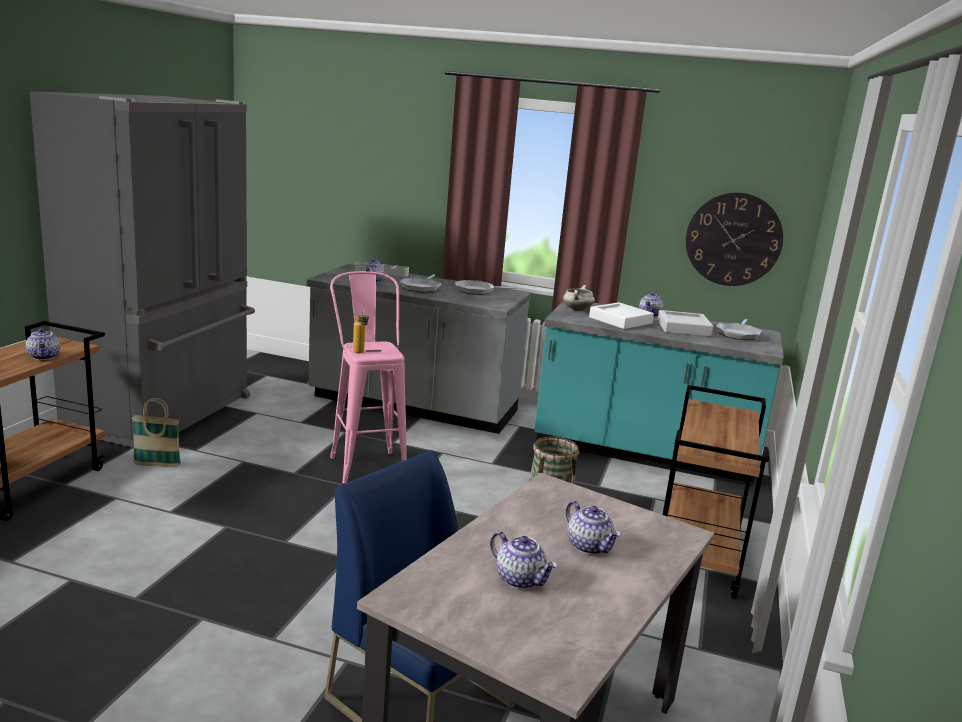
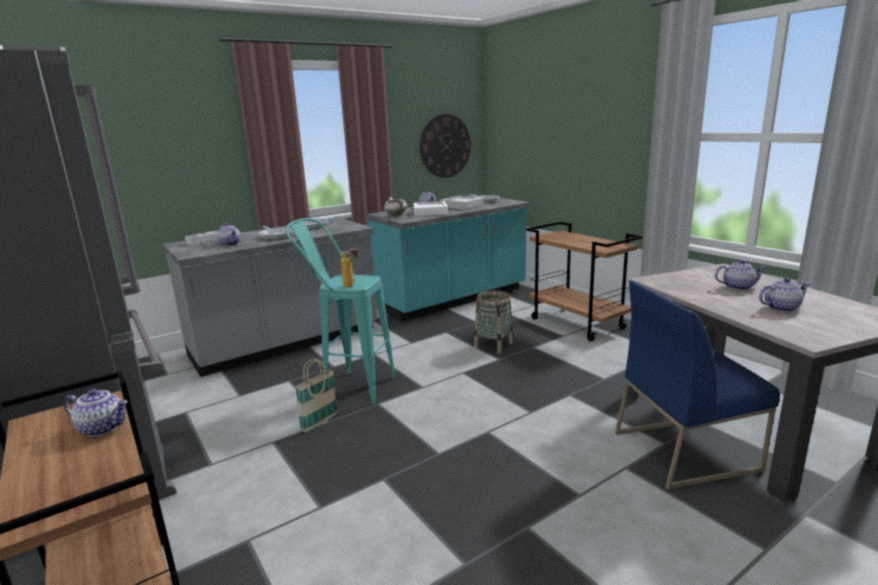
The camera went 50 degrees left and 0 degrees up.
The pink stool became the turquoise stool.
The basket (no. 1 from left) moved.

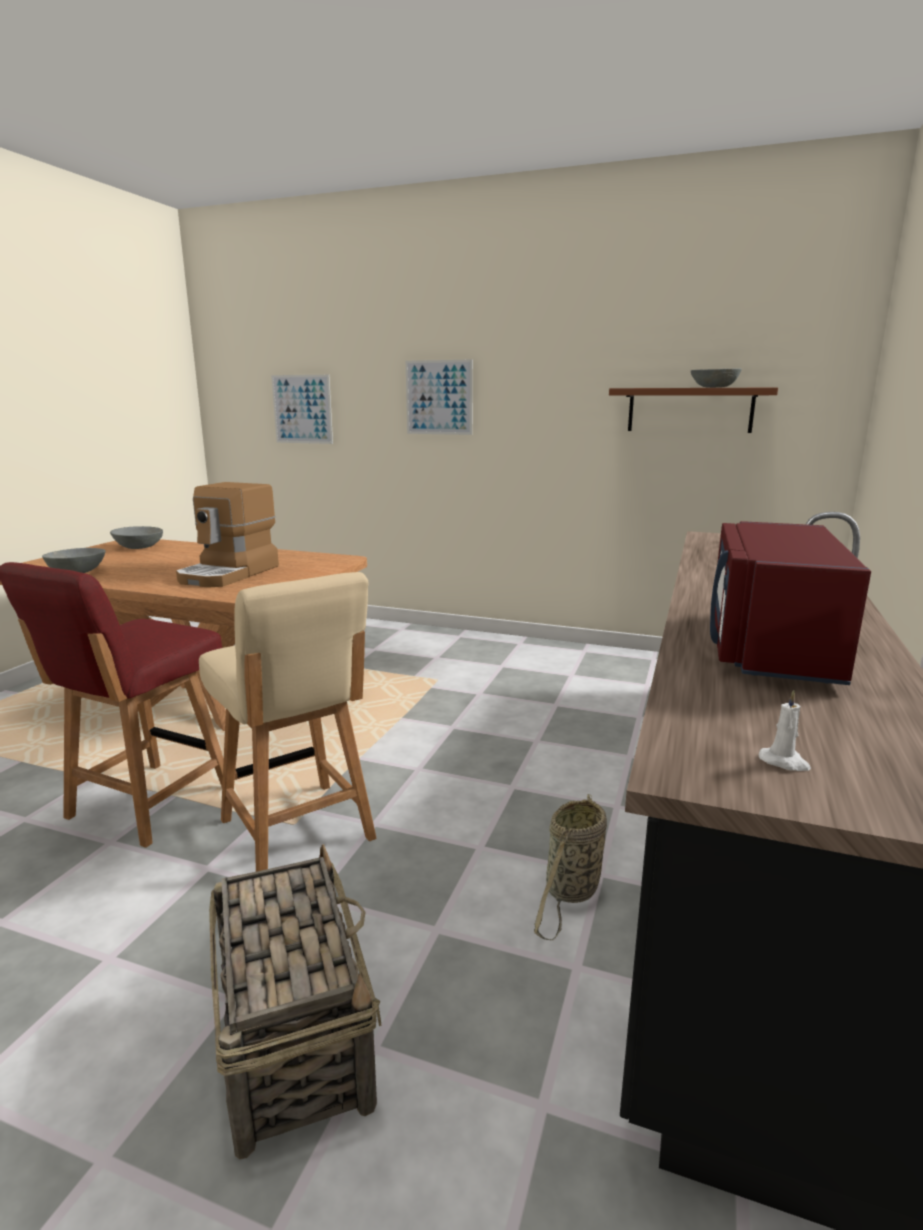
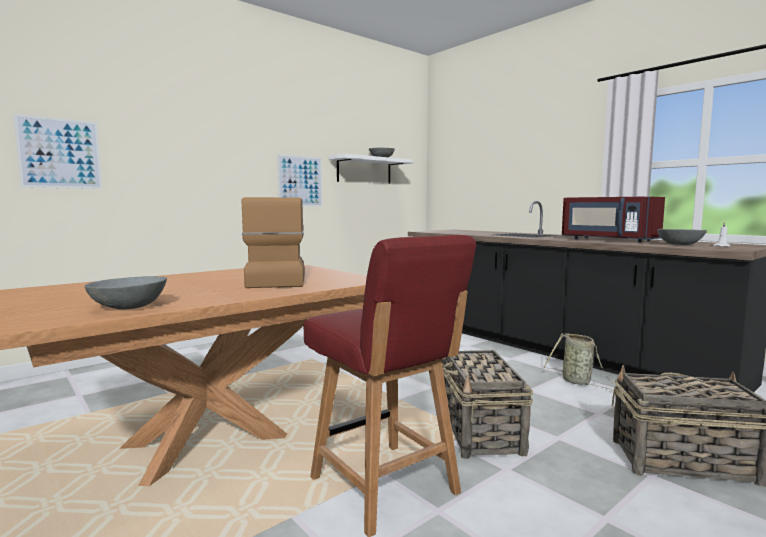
The camera went 60 degrees left and 10 degrees down.
The coffee machine turned 150 degrees counterclockwise.
The picture (no. 2 from left) moved.
The brown shelf became the white shelf.
The beige chair was replaced by the basket (no. 1 from left).
The grey bowl (no. 2 from left in the first image) moved.

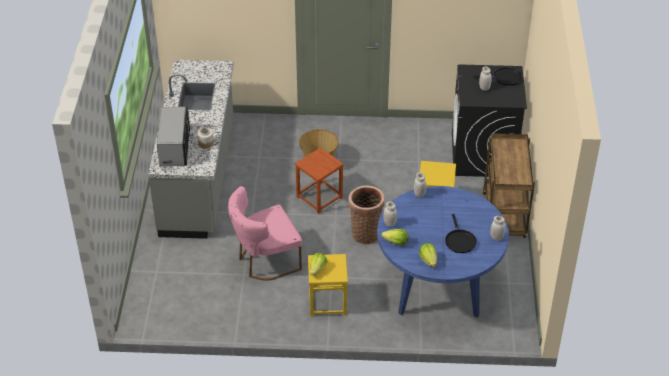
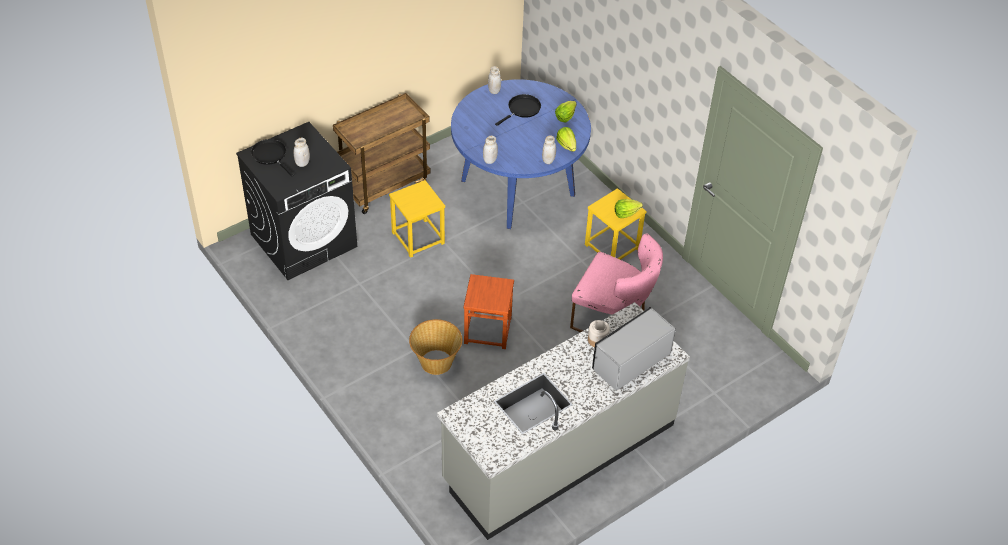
The camera went 130 degrees left and 5 degrees up.
The basket (no. 2 from left) disappeared.

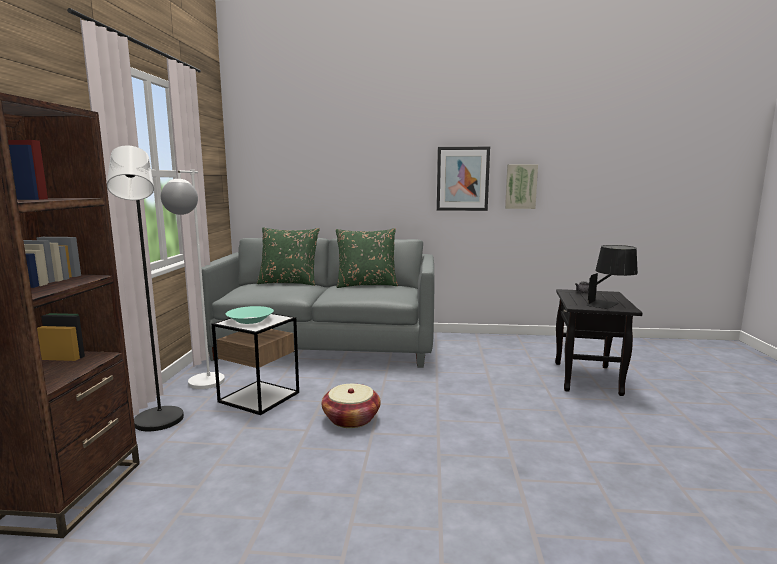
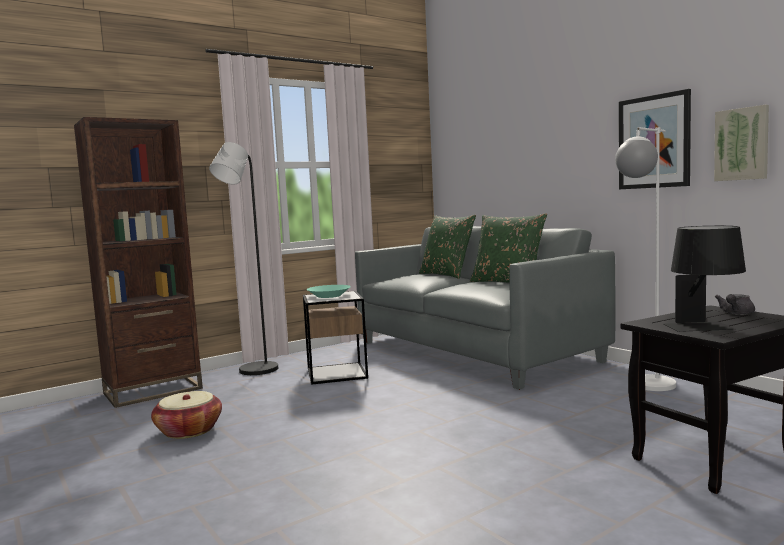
The camera went 50 degrees right and 5 degrees down.
The basket moved.
The white floor lamp moved.

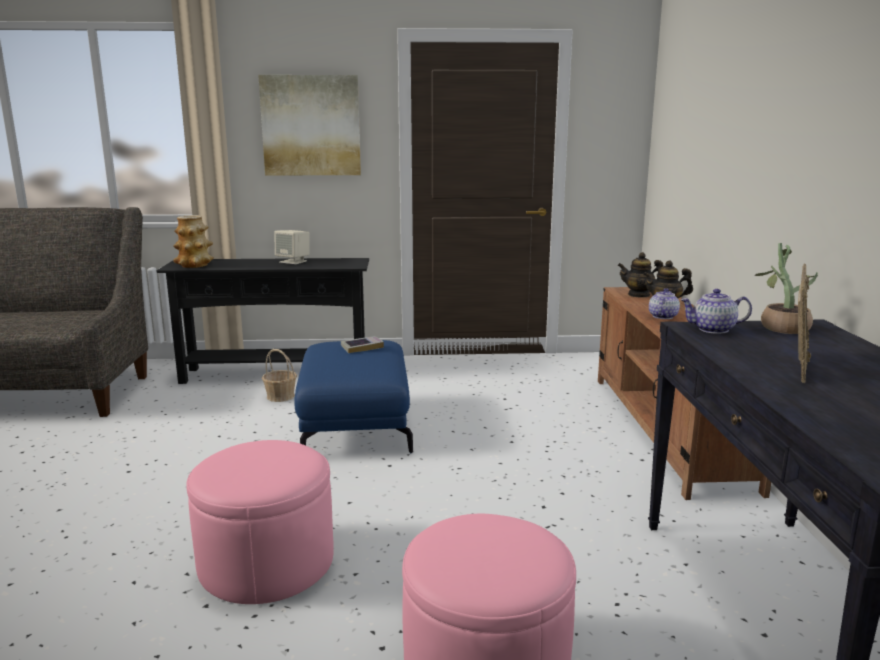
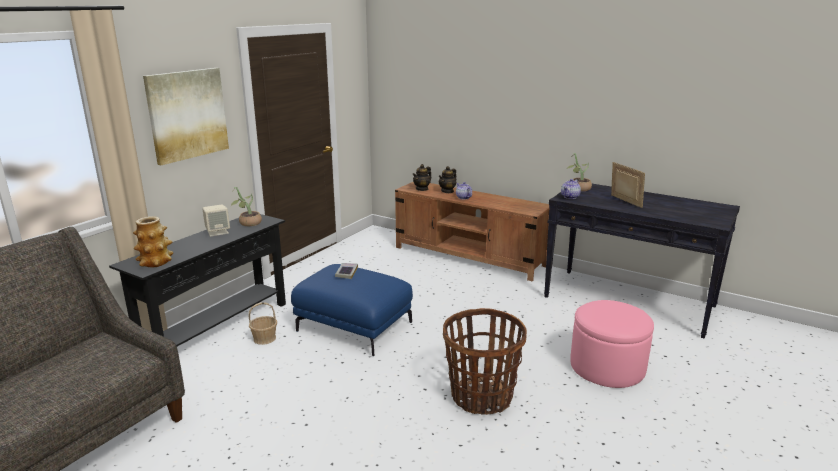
The camera went 55 degrees left and 5 degrees up.
The potted plant (no. 1 from left) appeared.
The pink ottoman (no. 1 from left) was replaced by the basket (no. 2 from left).

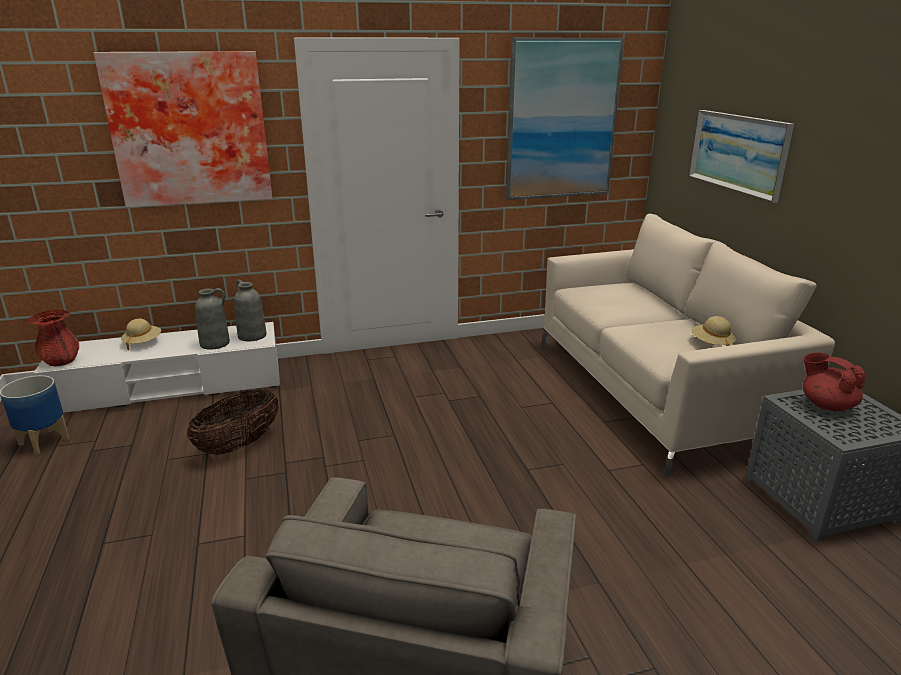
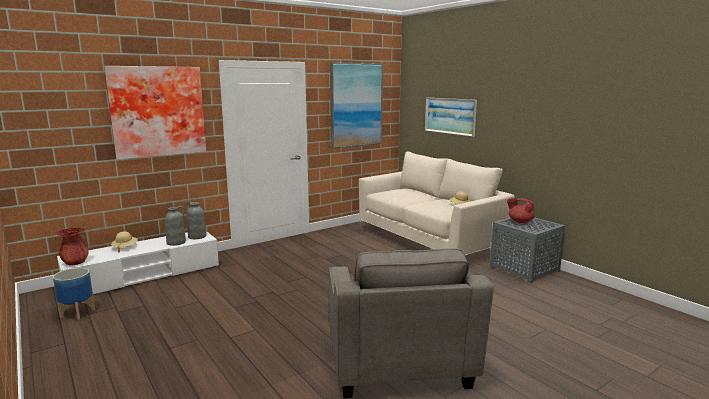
The camera went 20 degrees left and 10 degrees down.
The basket disappeared.

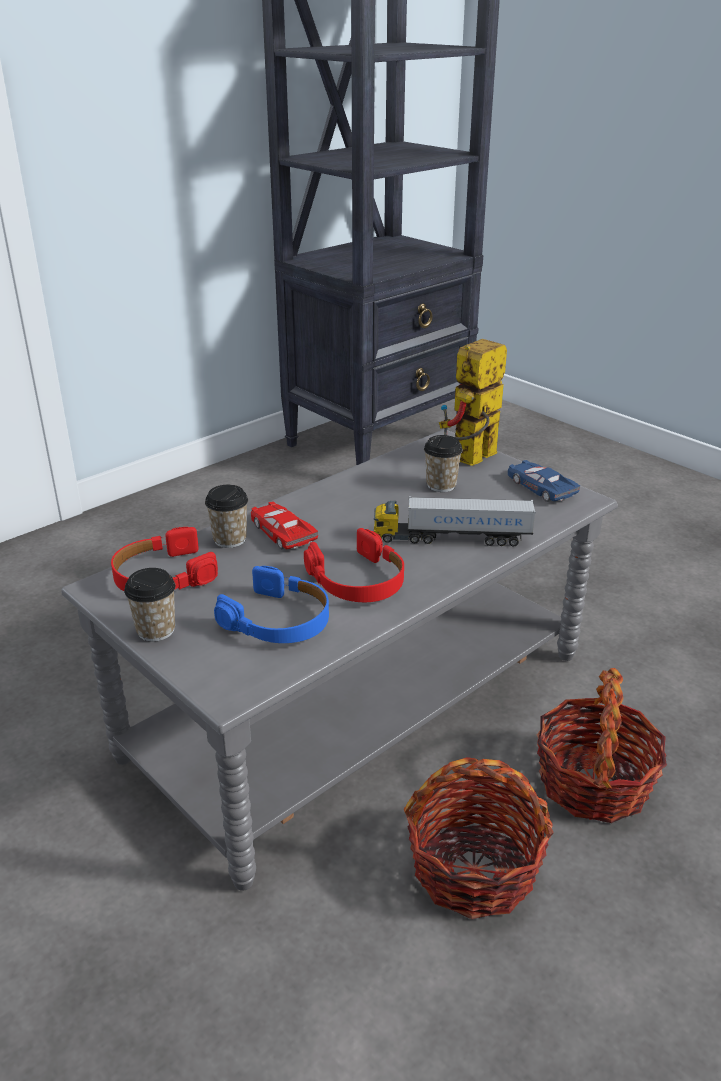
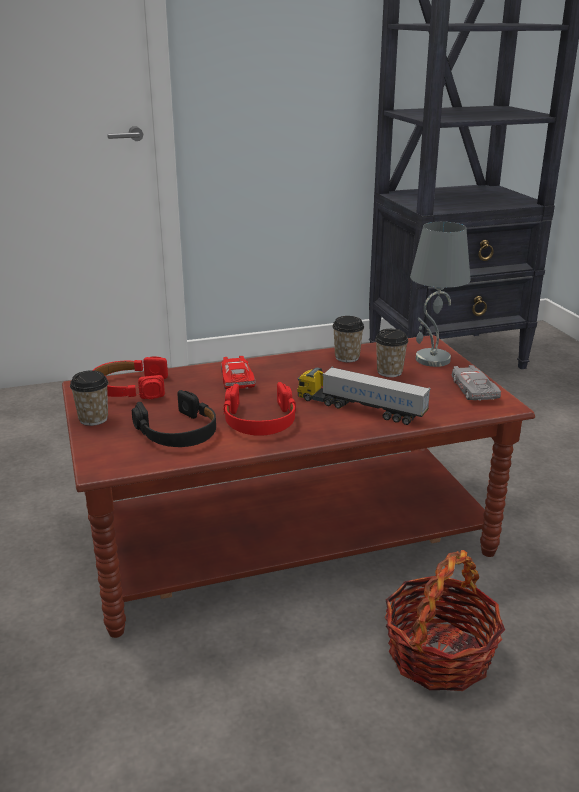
The camera went 25 degrees right and 5 degrees down.
The grey coffee table became the brown coffee table.
The blue headphones became the black headphones.
The cup (no. 2 from left) moved.
The toy robot was replaced by the grey table lamp.
The blue toy car became the grey toy car.
The basket (no. 1 from left) disappeared.

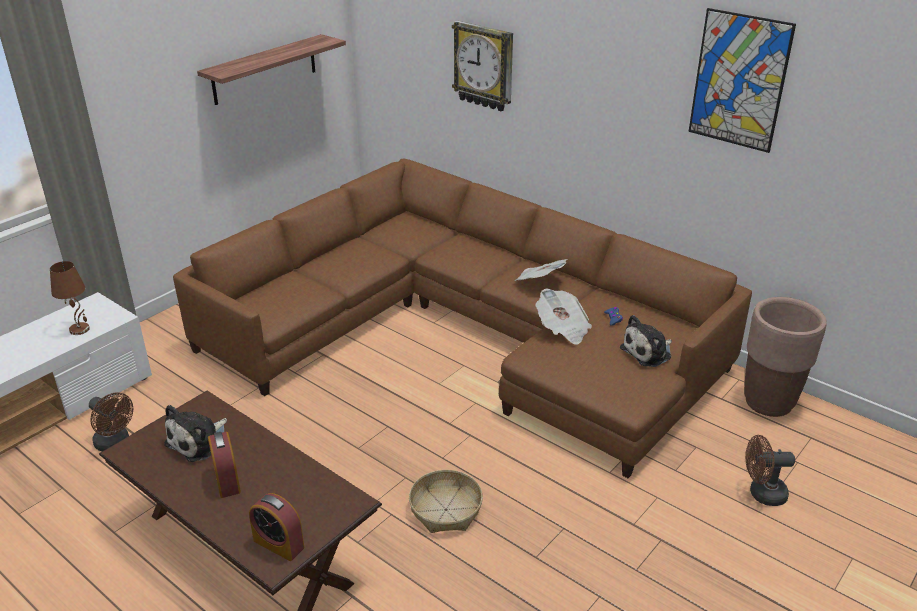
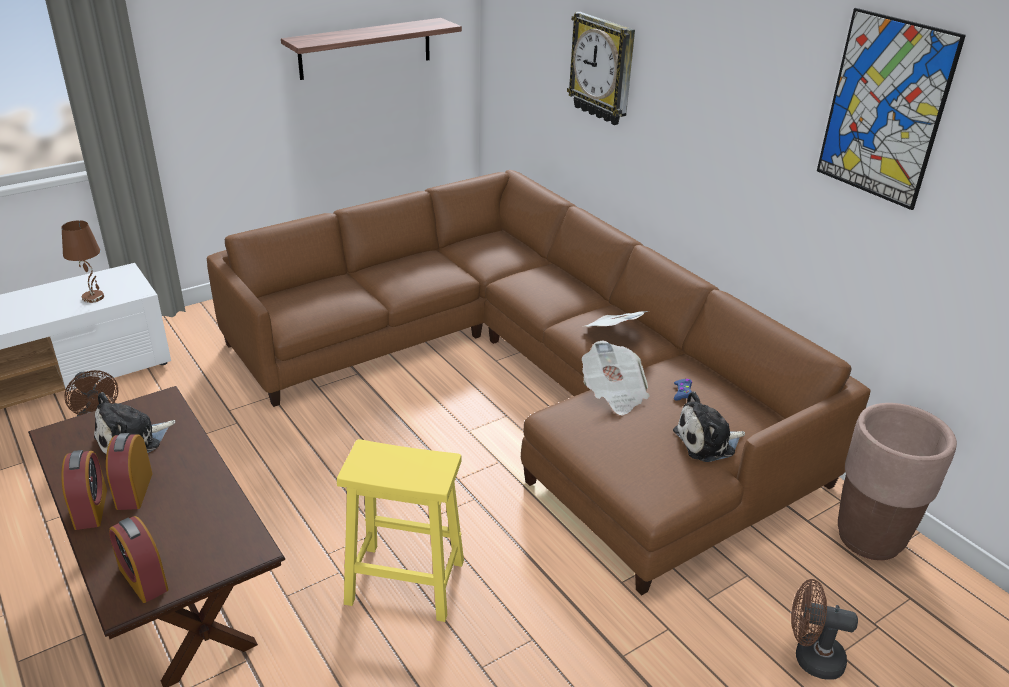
The camera went 15 degrees right and 0 degrees up.
The alarm clock (no. 1 from left) appeared.
The basket was replaced by the yellow stool.

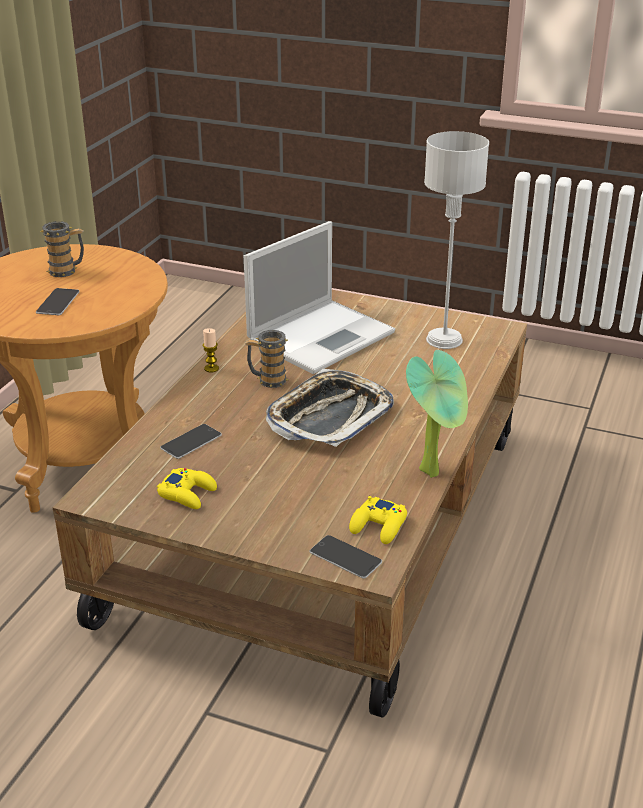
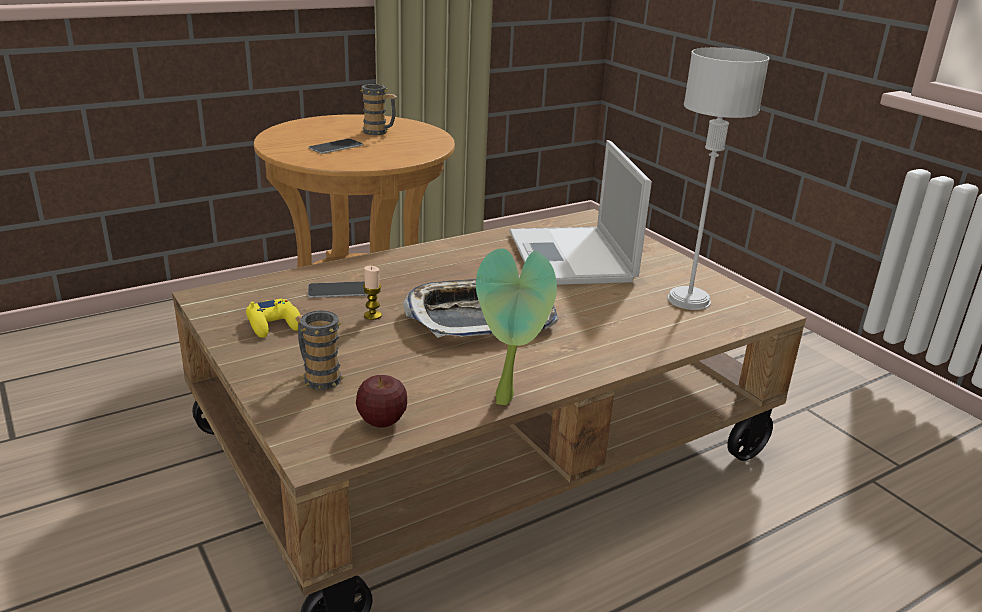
The camera went 35 degrees right and 5 degrees down.
The mug (no. 2 from left in the first image) moved.
The yellow game controller (no. 2 from left) was replaced by the apple.
The candle moved.
The laptop turned 90 degrees clockwise.
The phone (no. 3 from left) disappeared.

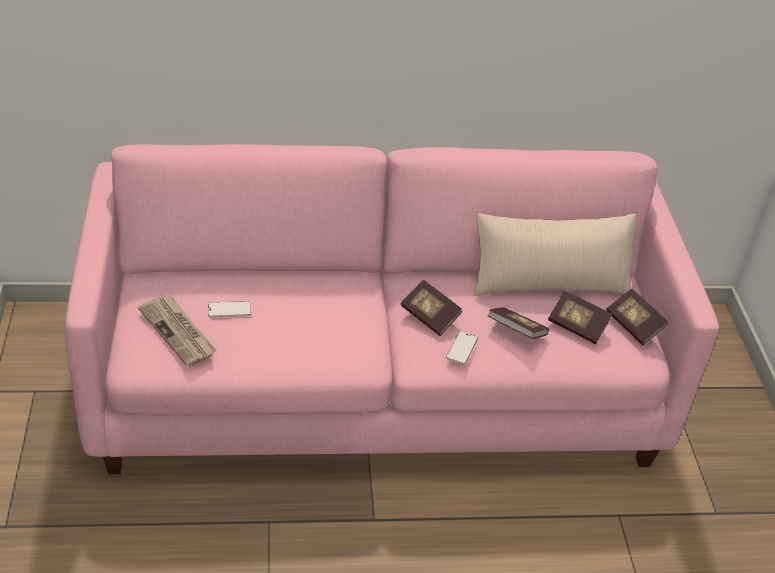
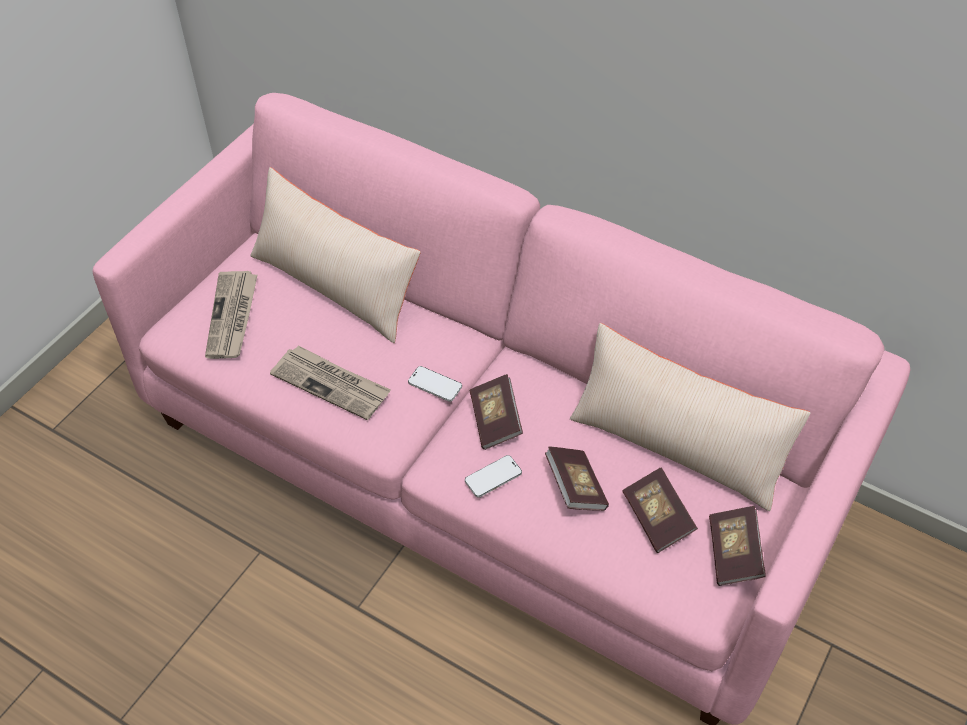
The camera went 40 degrees right and 10 degrees up.
The beige pillow (no. 1 from left) appeared.
The newspaper (no. 2 from left) appeared.
The phone (no. 1 from left) moved.

